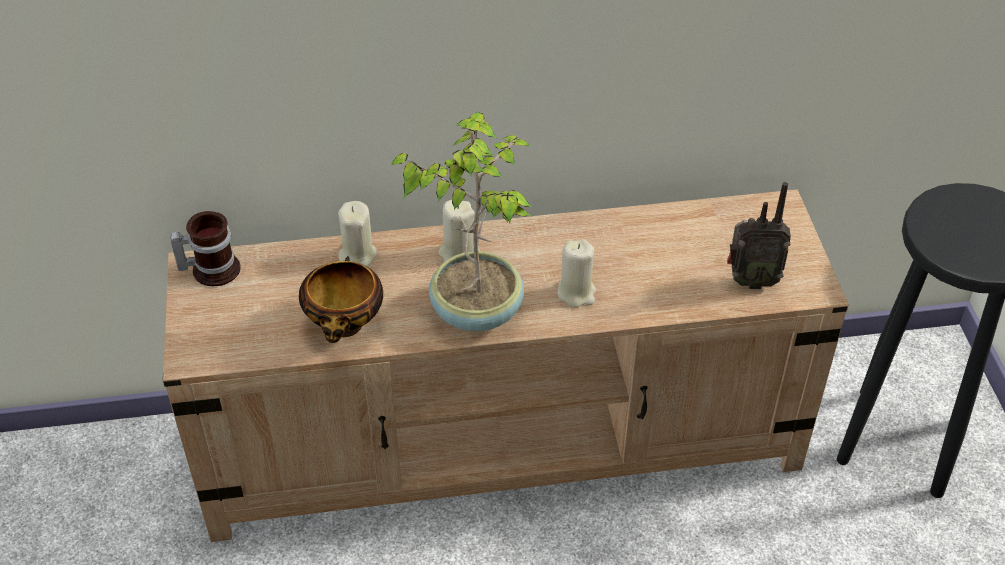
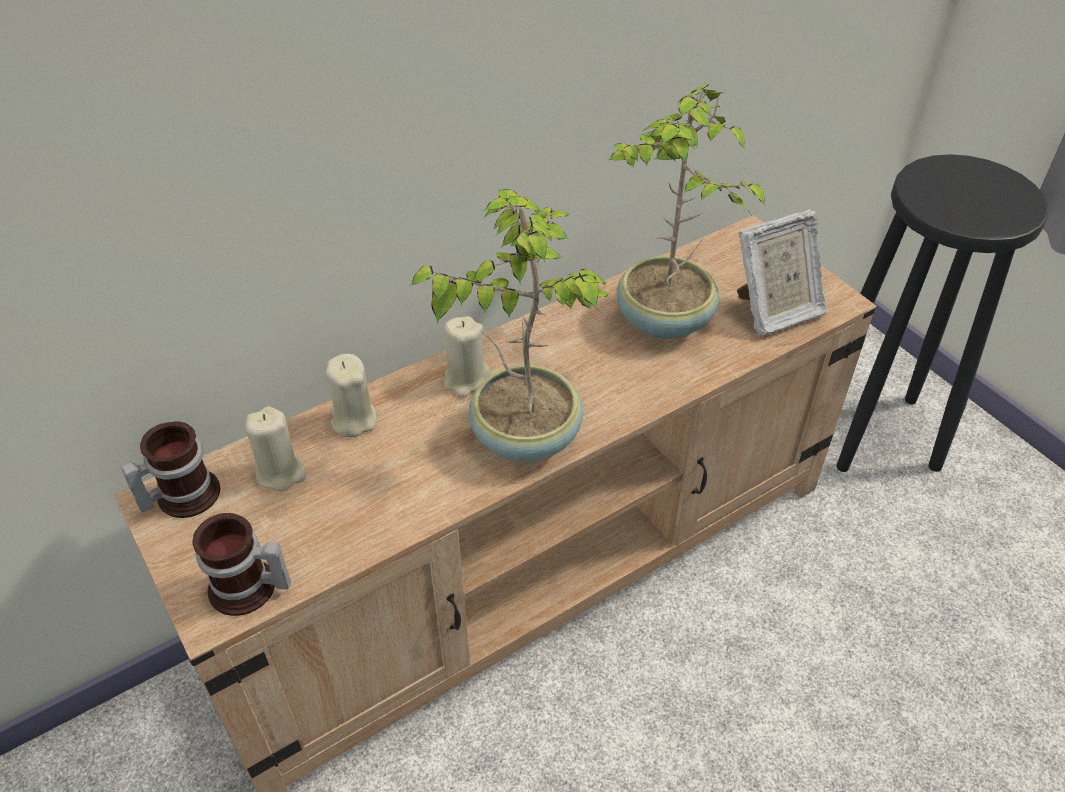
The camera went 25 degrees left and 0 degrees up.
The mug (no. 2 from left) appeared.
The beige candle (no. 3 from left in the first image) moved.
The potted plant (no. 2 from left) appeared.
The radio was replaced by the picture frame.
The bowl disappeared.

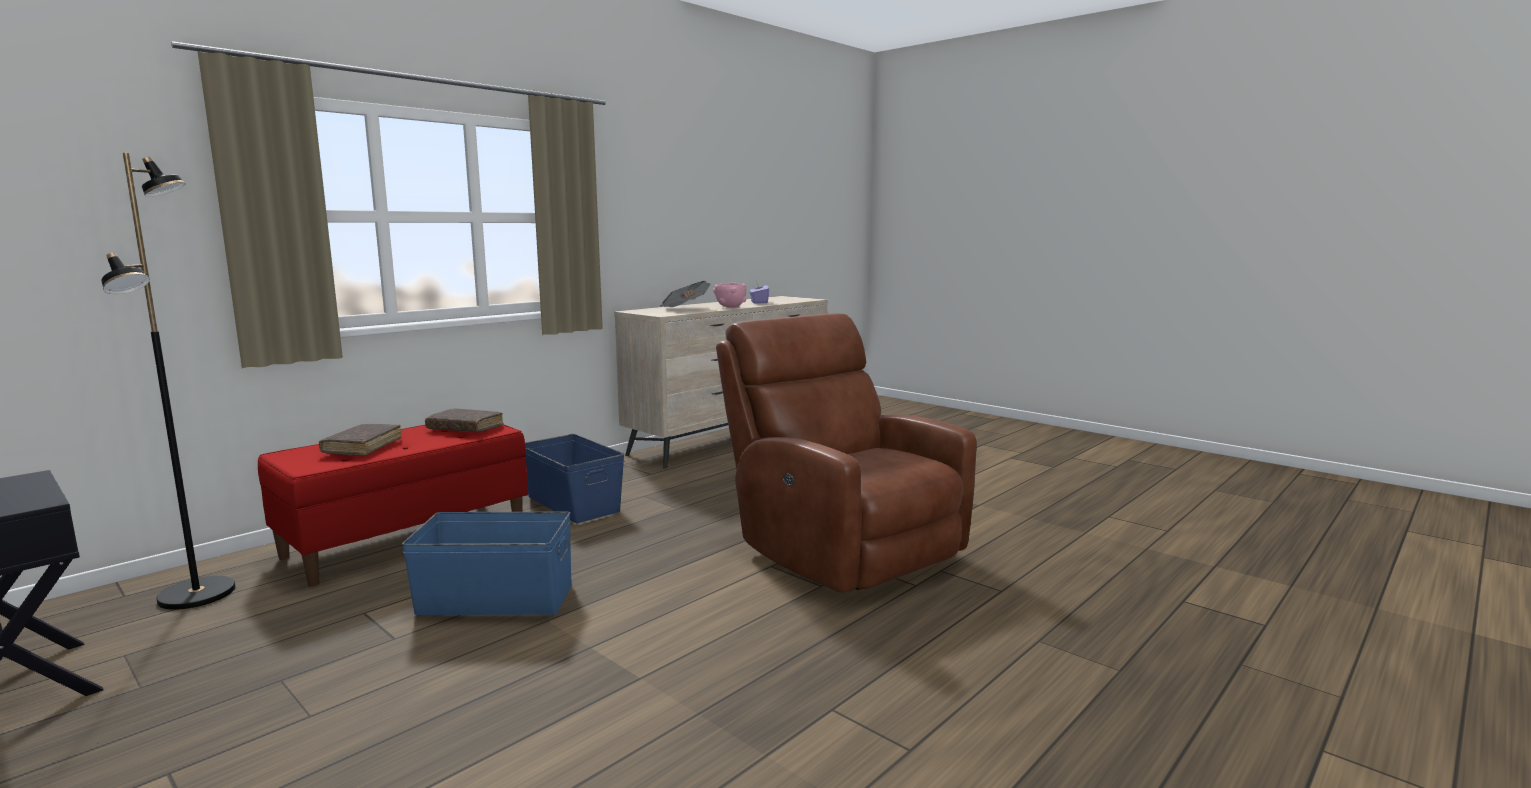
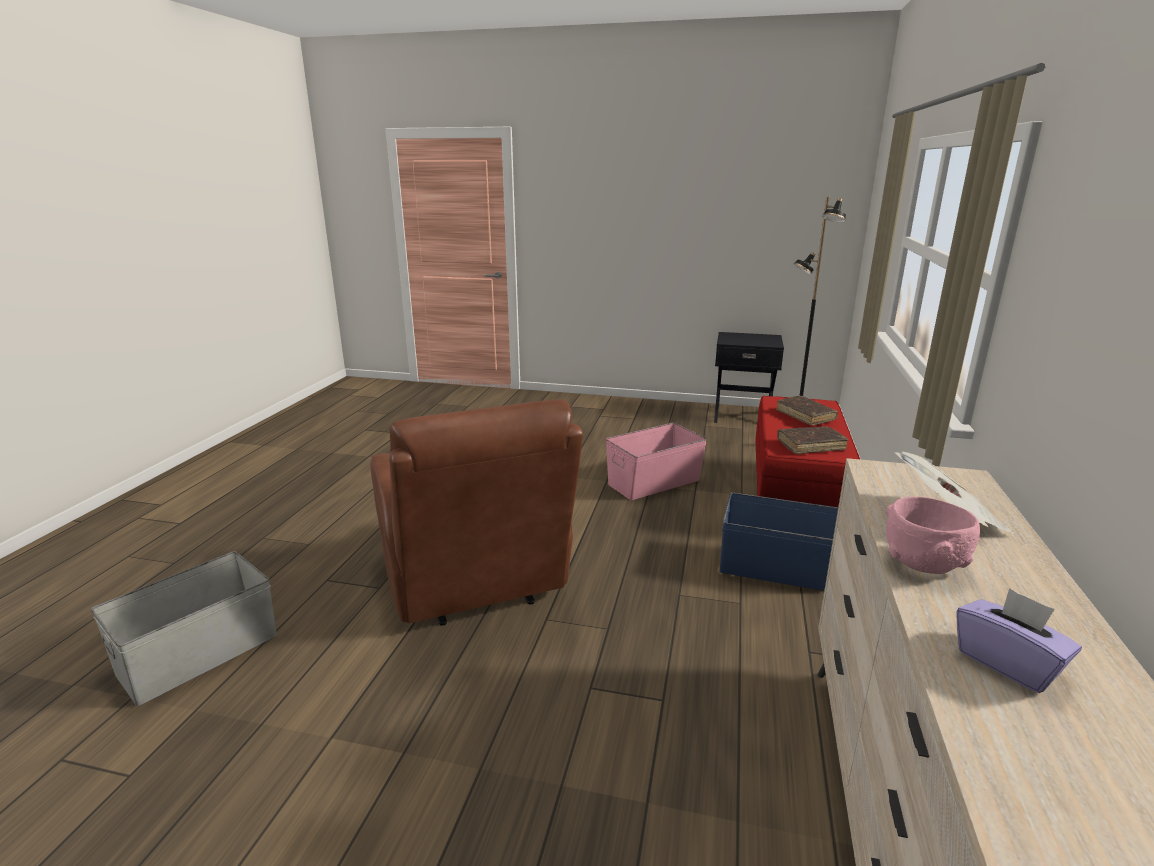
The camera went 150 degrees right and 10 degrees up.
The grey storage box appeared.
The brown armchair turned 45 degrees clockwise.
The blue storage box (no. 1 from left) became the pink storage box.

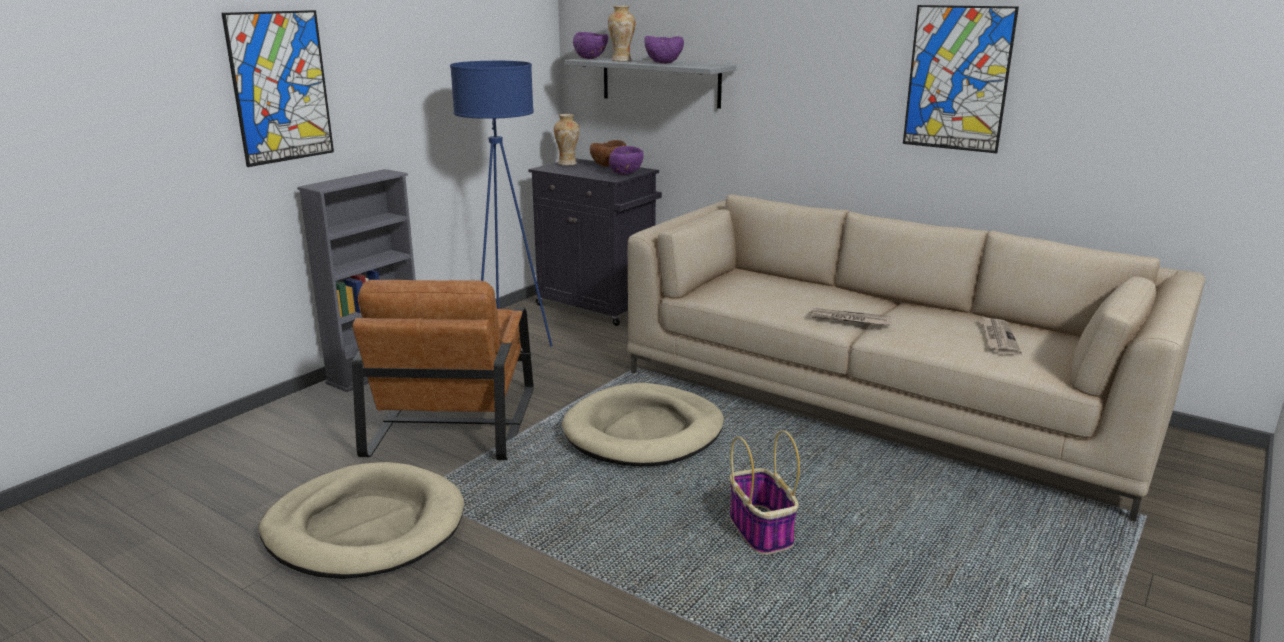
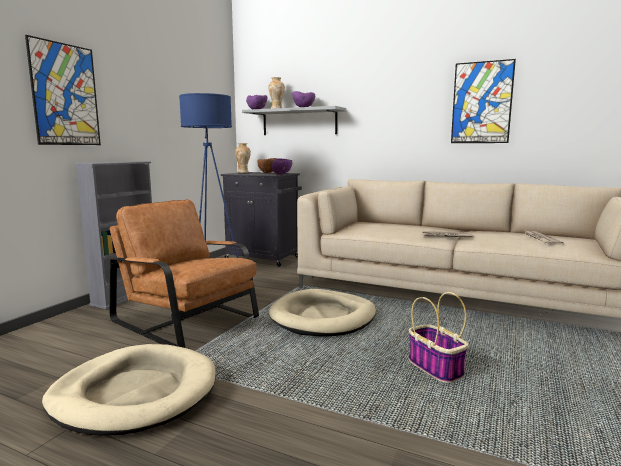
The camera went 10 degrees left and 10 degrees down.
The brown armchair turned 135 degrees clockwise.

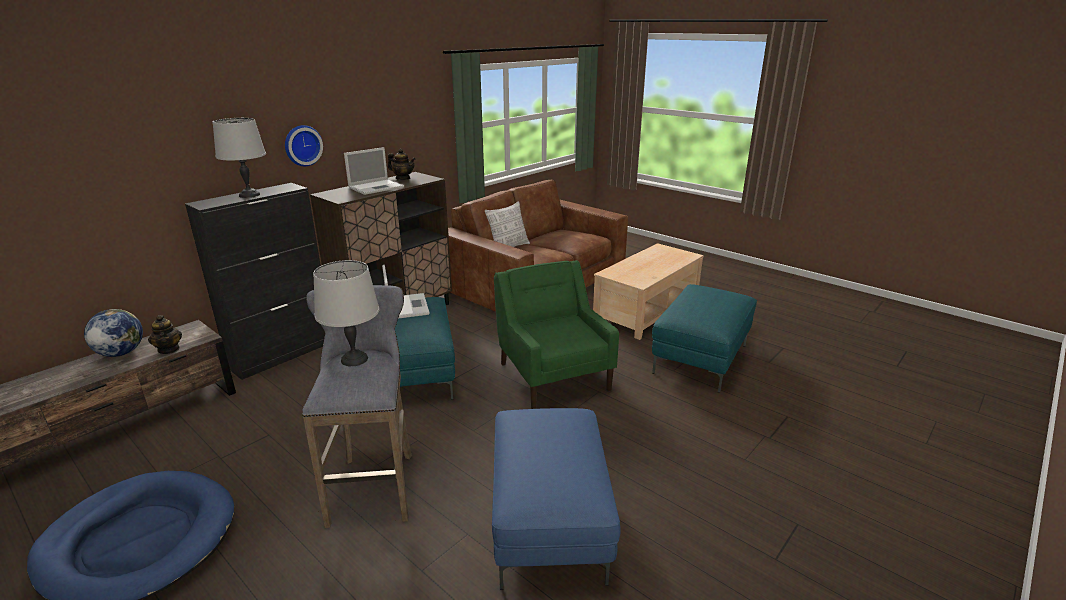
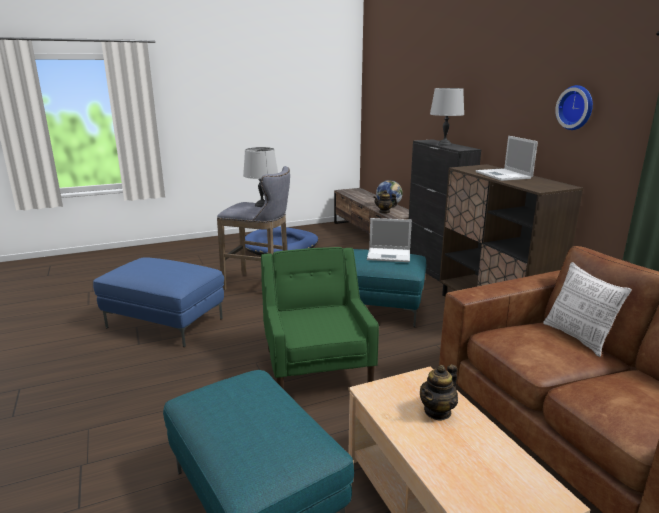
The camera went 115 degrees right and 5 degrees down.
The green armchair turned 105 degrees counterclockwise.
The teapot (no. 2 from left) moved.
The wall clock moved.

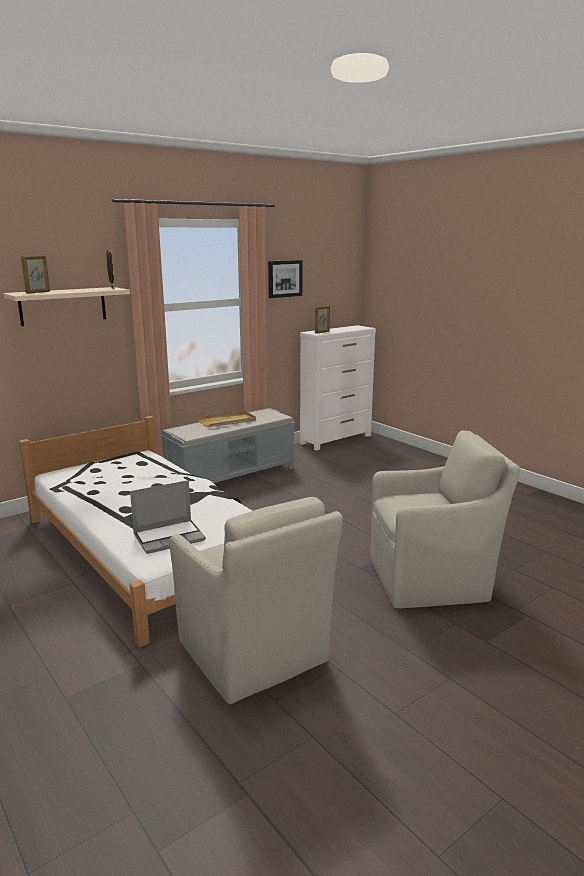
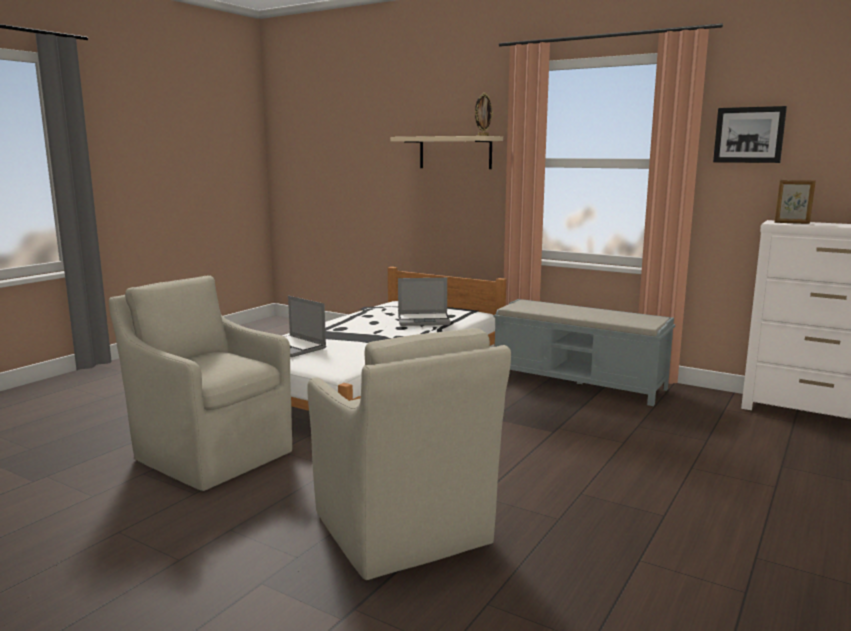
The camera went 70 degrees right and 5 degrees down.
The beige armchair (no. 1 from left) turned 90 degrees clockwise.
The laptop (no. 2 from left) appeared.
The picture frame (no. 1 from left) disappeared.
The beige tray disappeared.

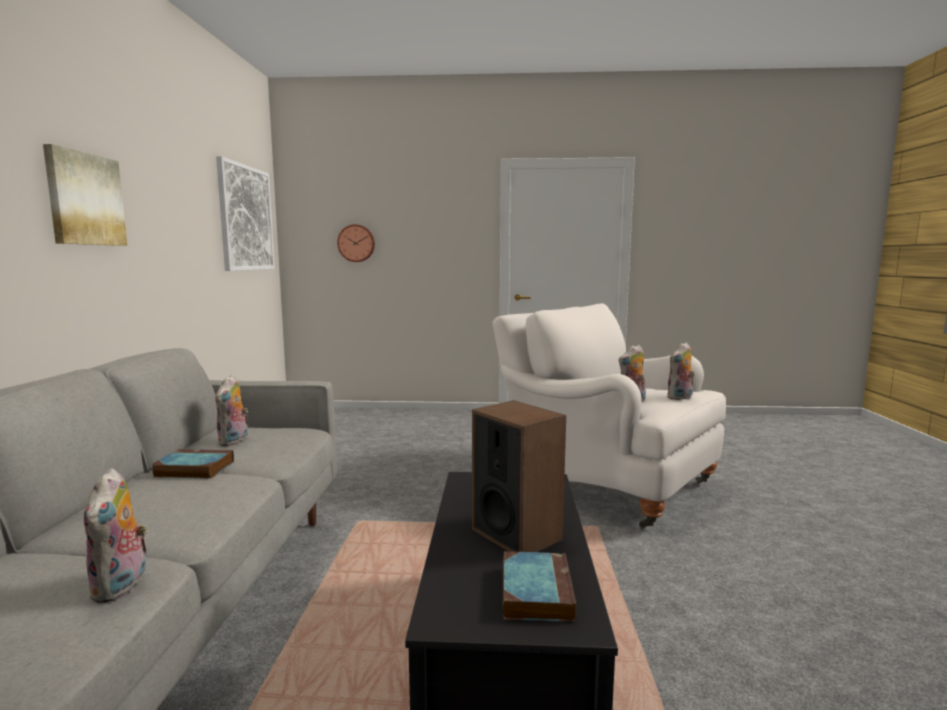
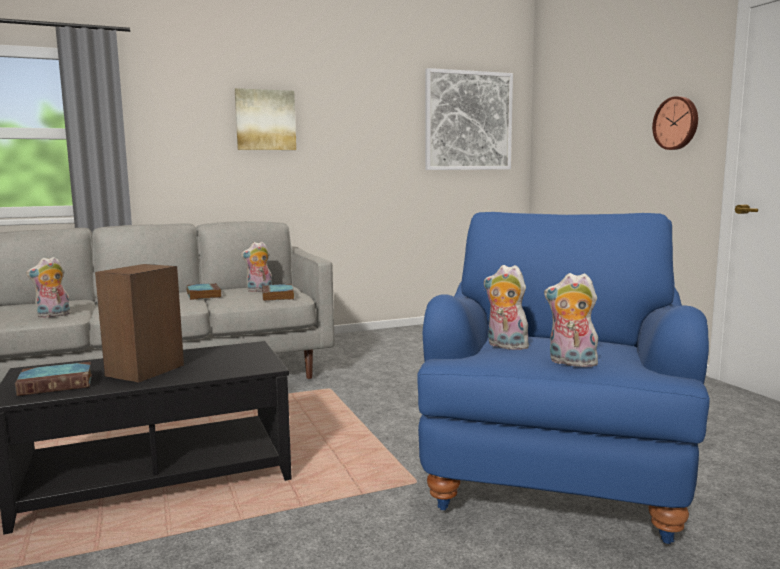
The camera went 65 degrees right and 0 degrees up.
The book (no. 3 from left) appeared.
The white armchair became the blue armchair.
The wall clock moved.

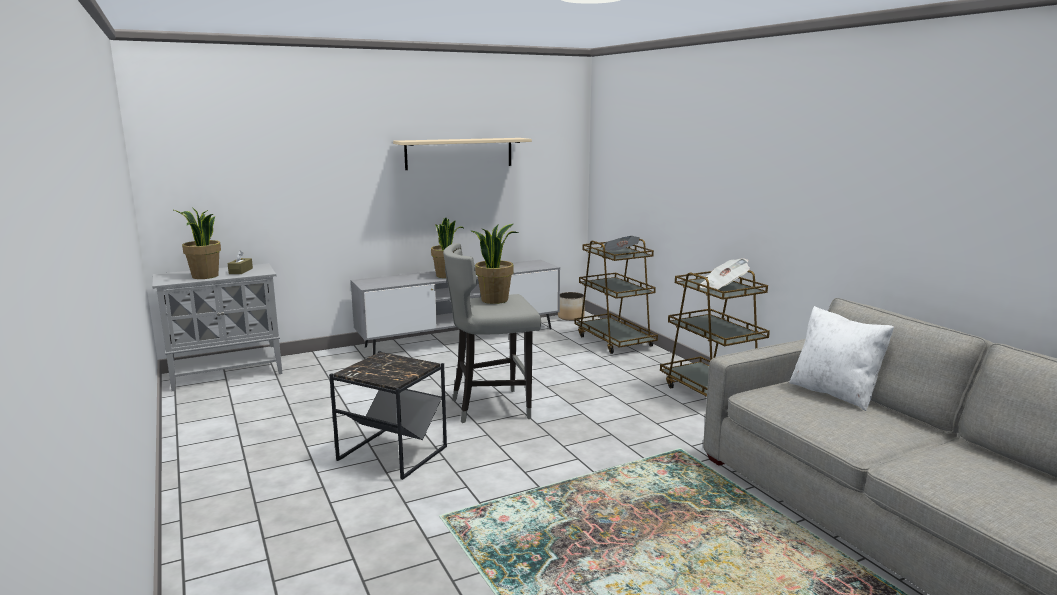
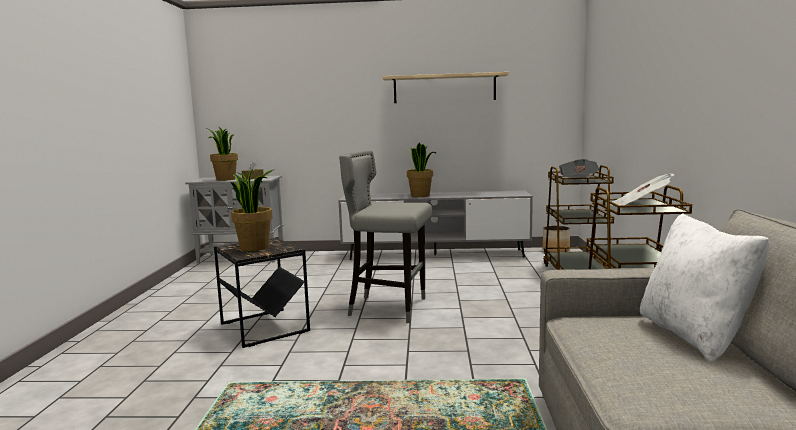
The camera went 30 degrees right and 5 degrees down.
The potted plant (no. 3 from left in the first image) moved.

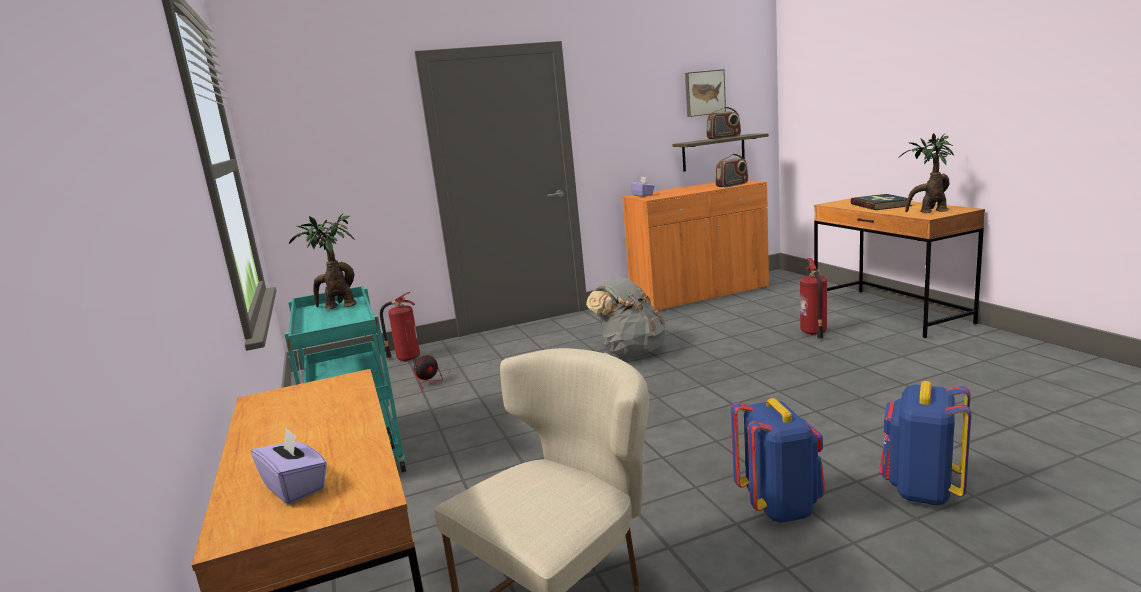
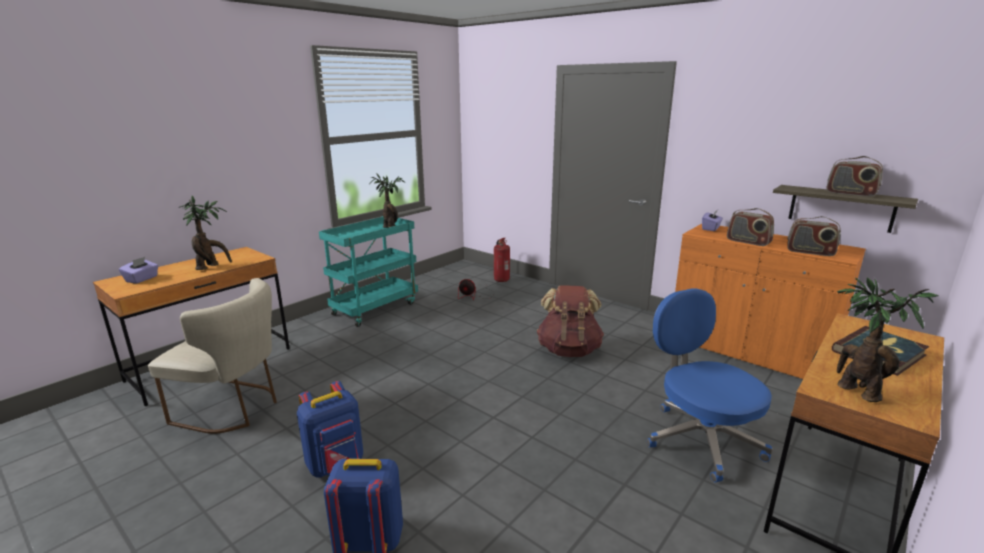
The camera went 60 degrees right and 5 degrees up.
The potted plant (no. 1 from left) appeared.
The grey backpack became the brown backpack.
The fire extinguisher (no. 2 from left) was replaced by the blue office chair.
The radio (no. 1 from left) appeared.
The picture disappeared.

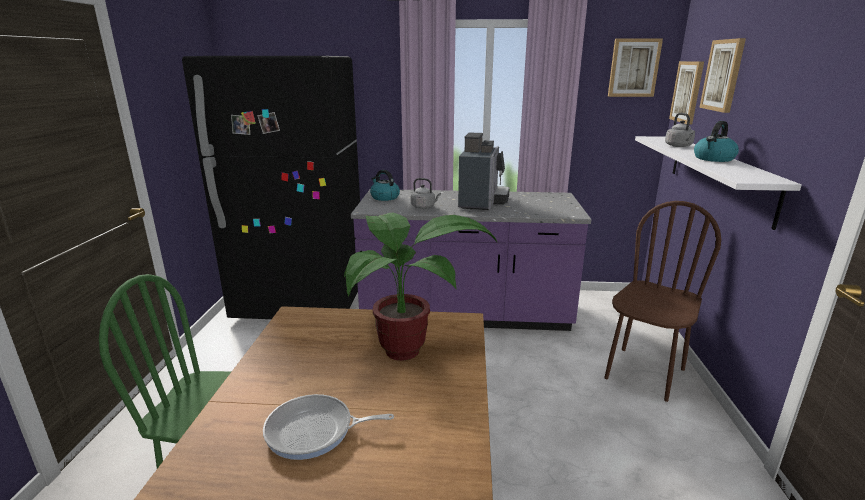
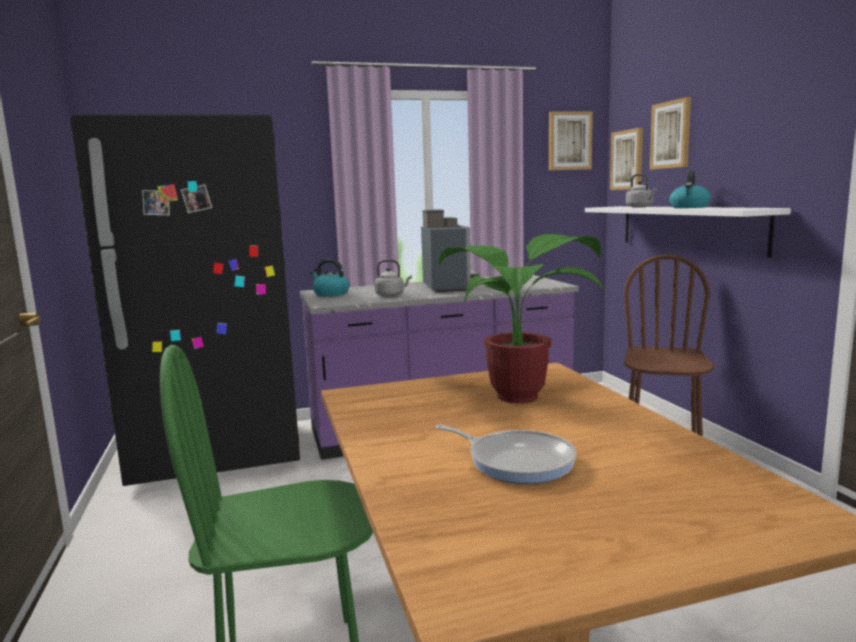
The camera went 20 degrees left and 10 degrees down.
The frying pan turned 120 degrees counterclockwise.

